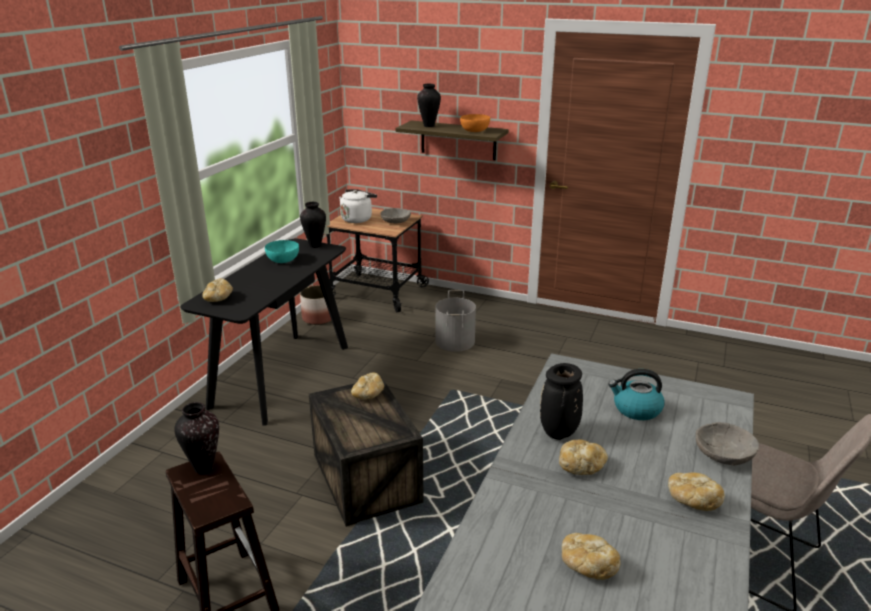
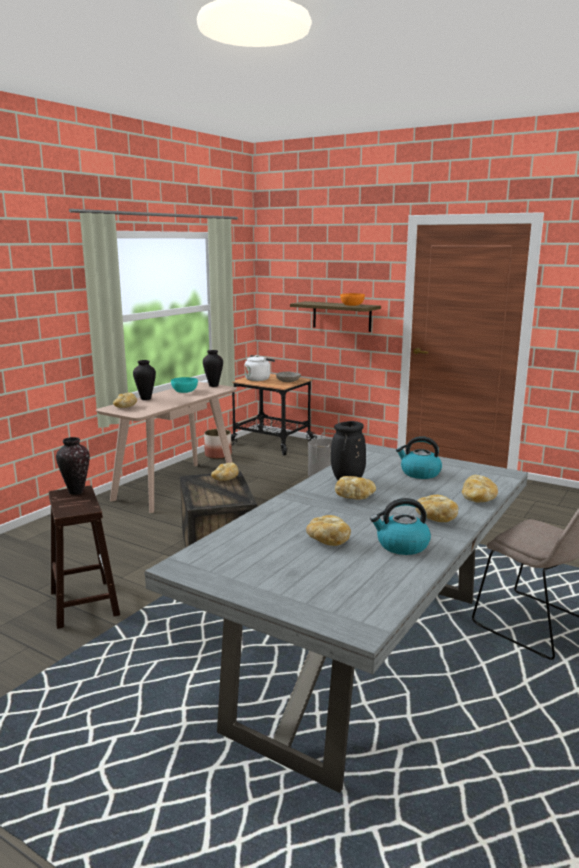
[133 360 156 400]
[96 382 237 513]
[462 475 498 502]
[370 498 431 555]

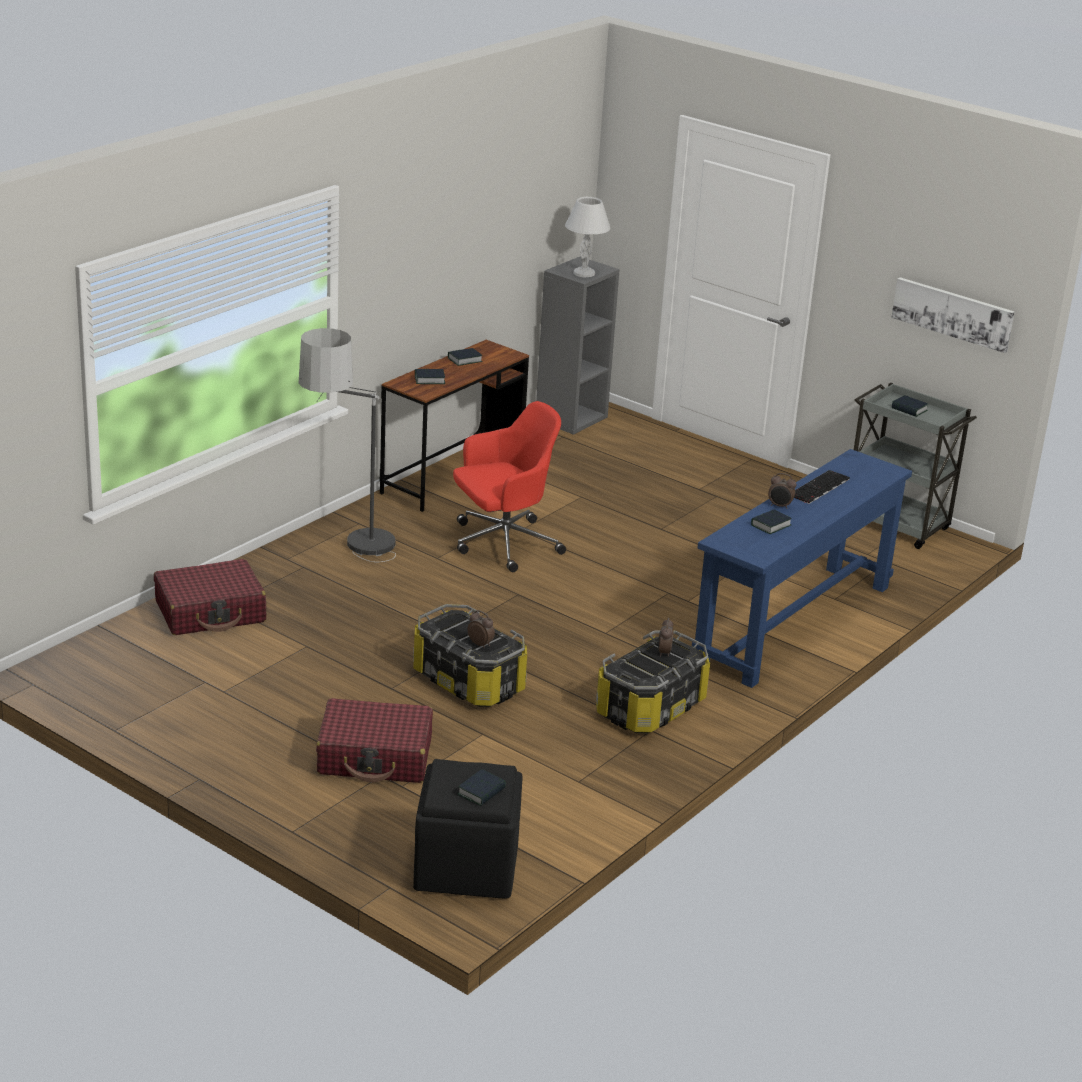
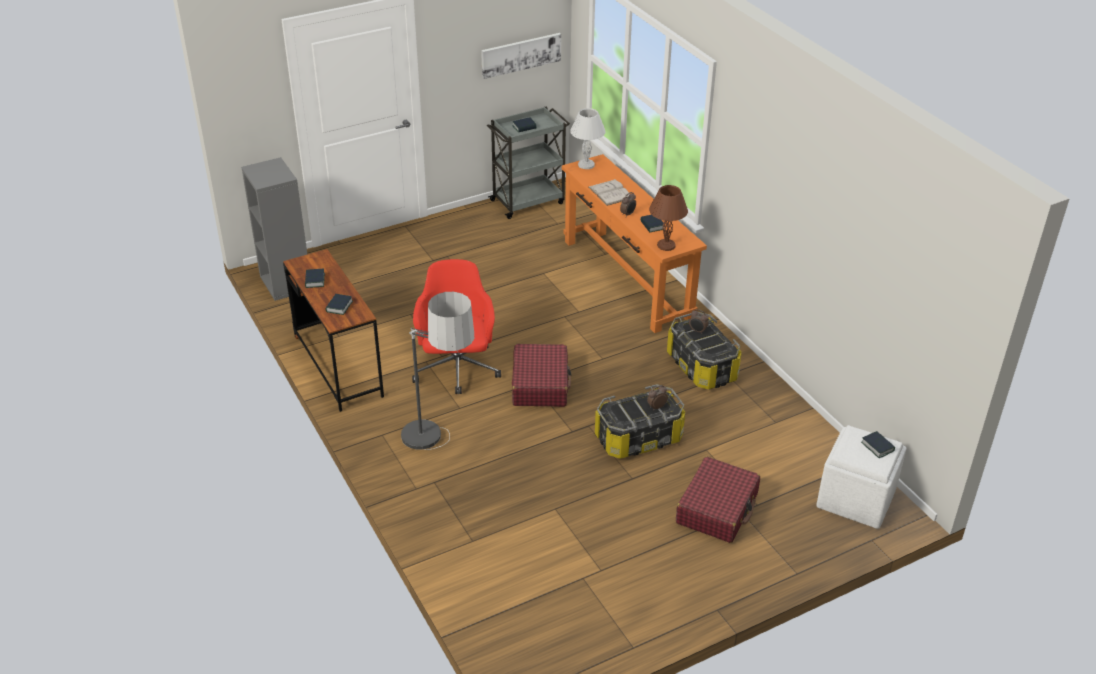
[570 108 605 169]
[562 154 707 333]
[588 179 630 206]
[512 344 571 407]
[816 425 907 529]
[649 185 688 251]

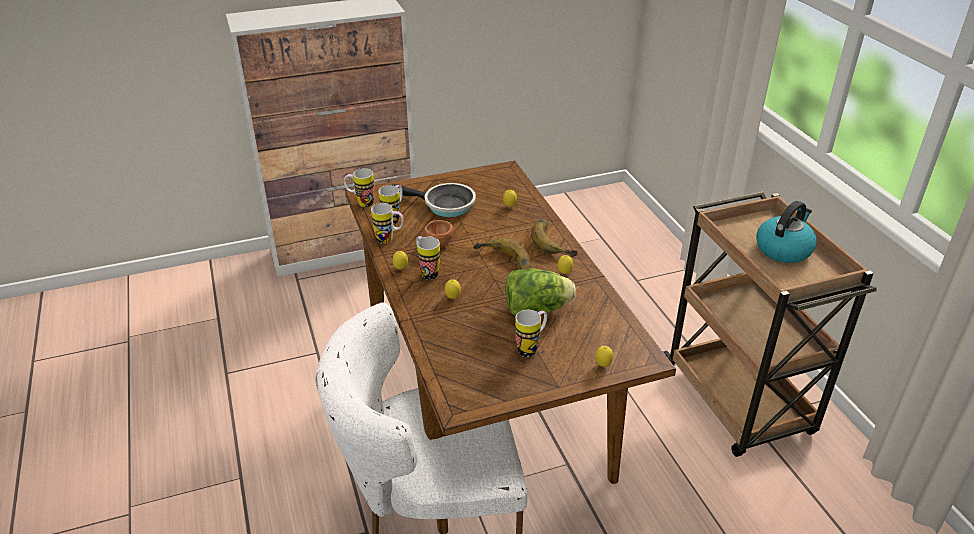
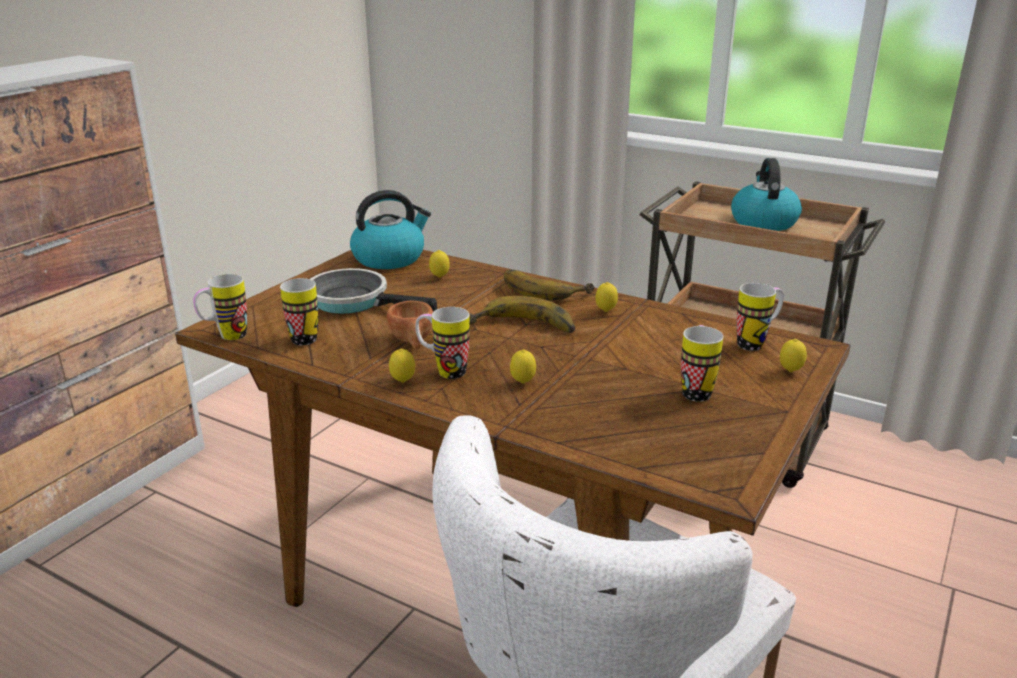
[310 268 437 314]
[737 283 784 351]
[506 269 576 316] (first image)
[350 190 431 269]

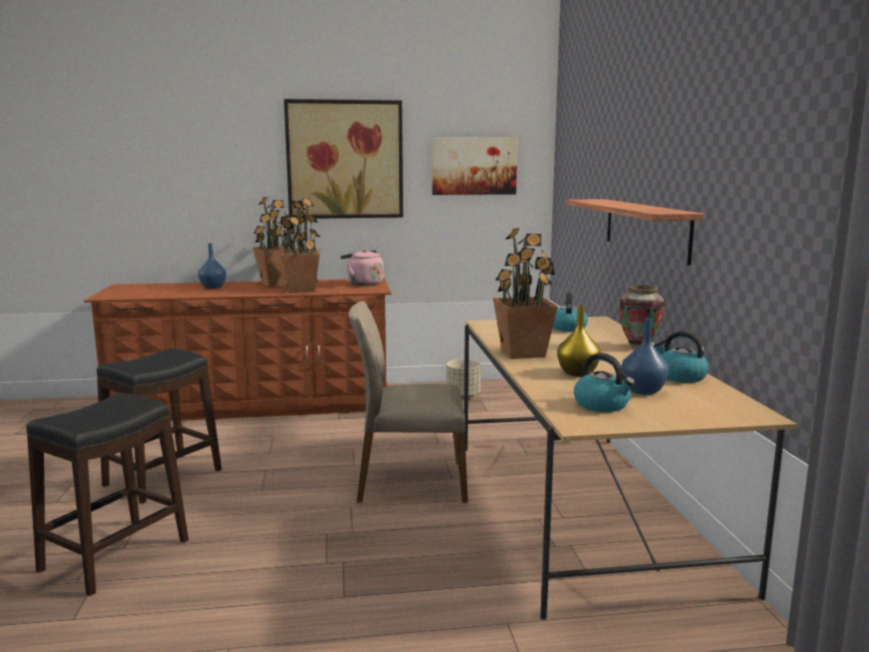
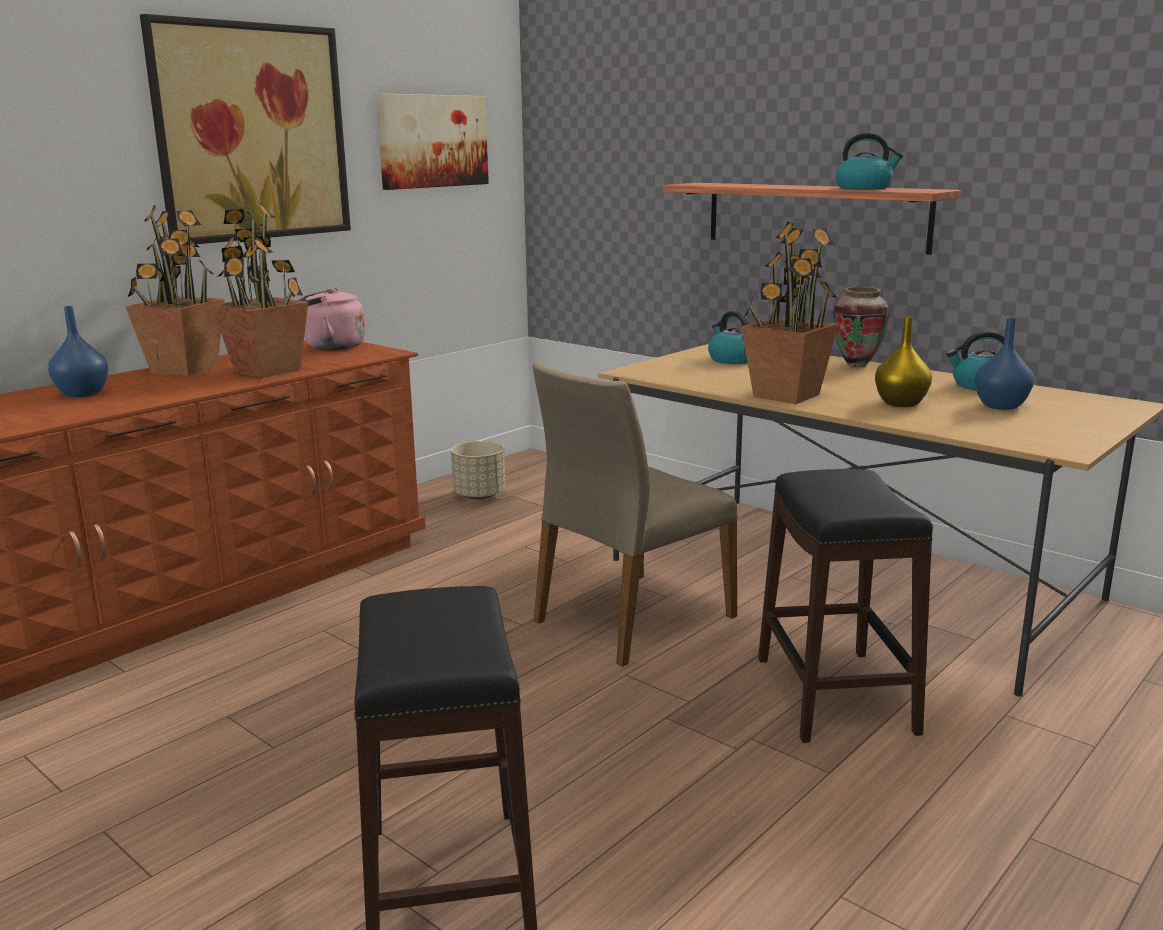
[758 469 933 743]
[836 133 903 190]

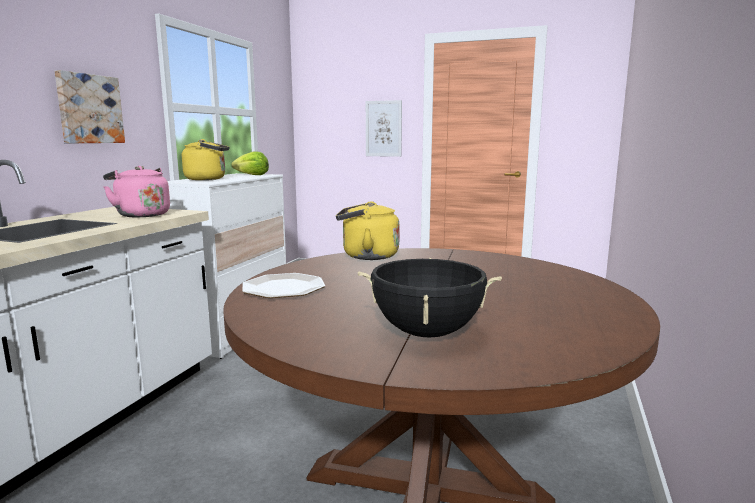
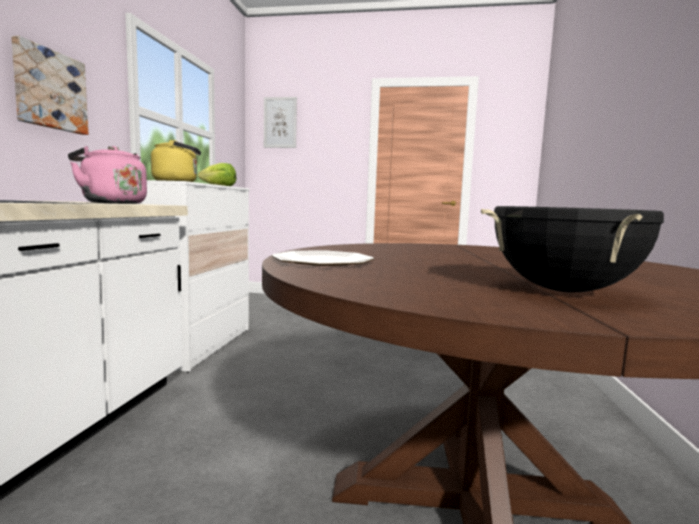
[264 97 297 148]
[336 201 400 260] (first image)

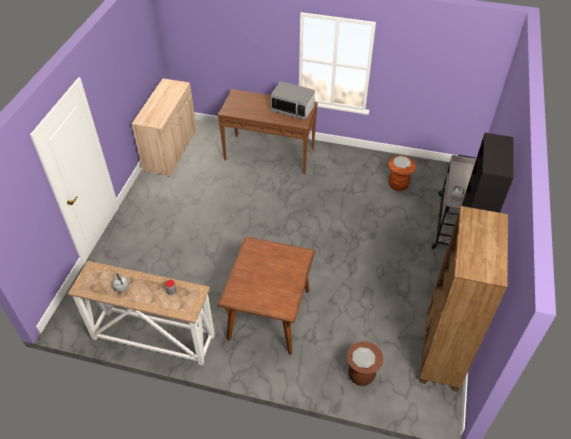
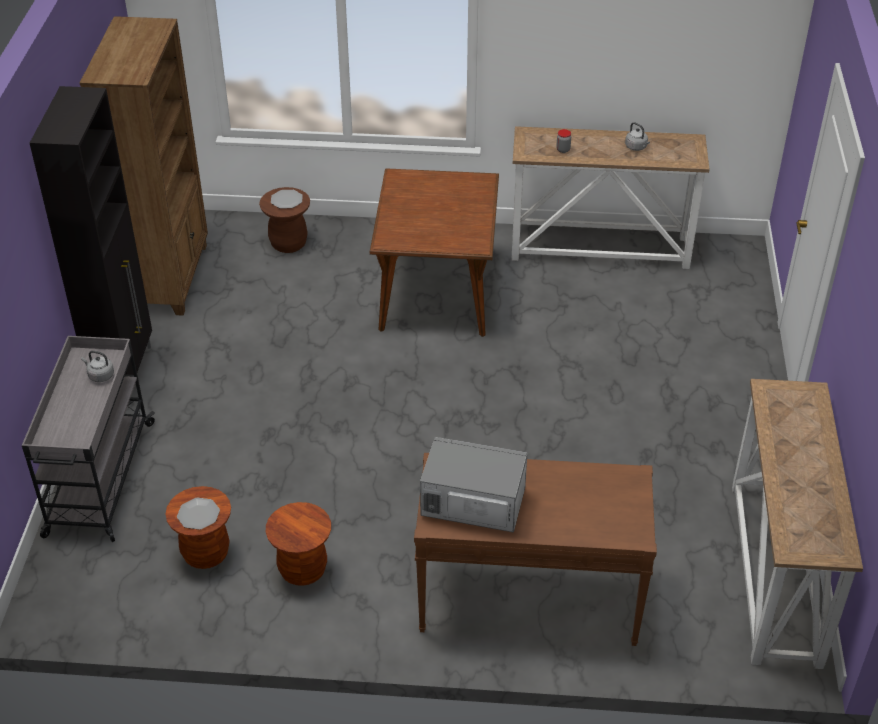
[732 379 863 669]
[266 502 331 586]

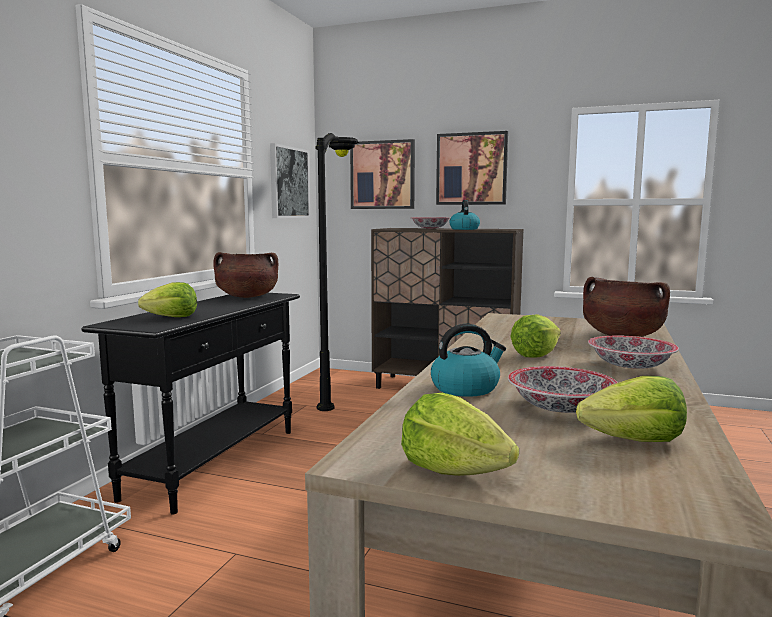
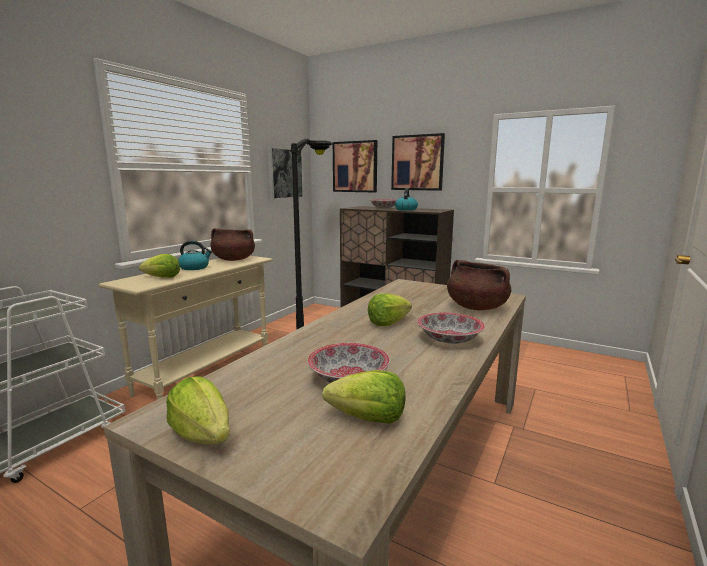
[98 256 273 400]
[178 241 212 270]

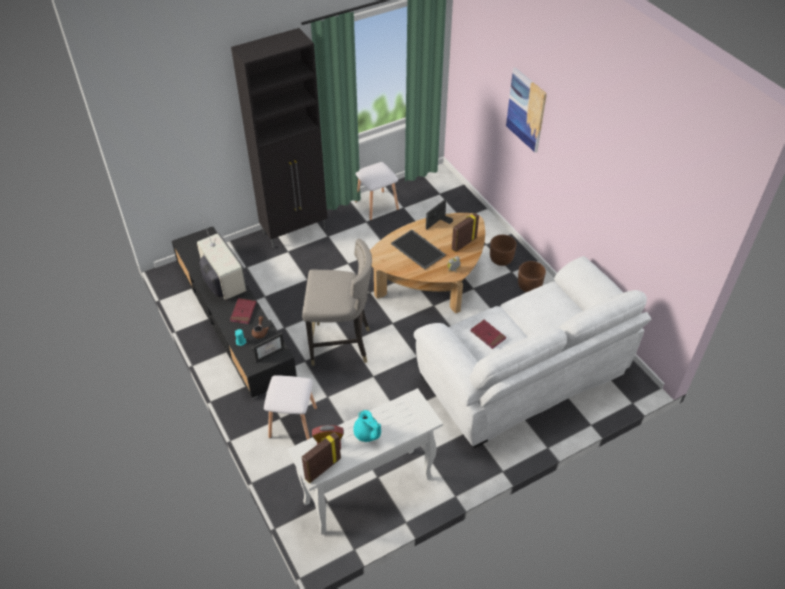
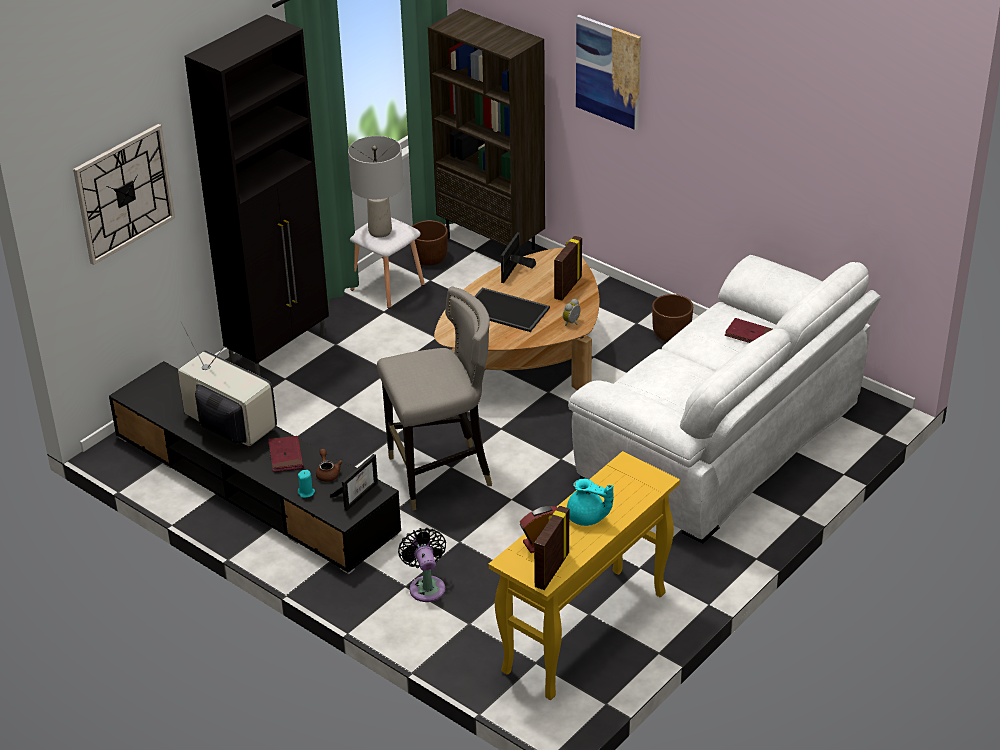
[410 220 448 266]
[725 318 772 343]
[398 528 446 602]
[489 451 680 700]
[428 8 545 250]
[73 124 175 265]
[348 136 403 238]

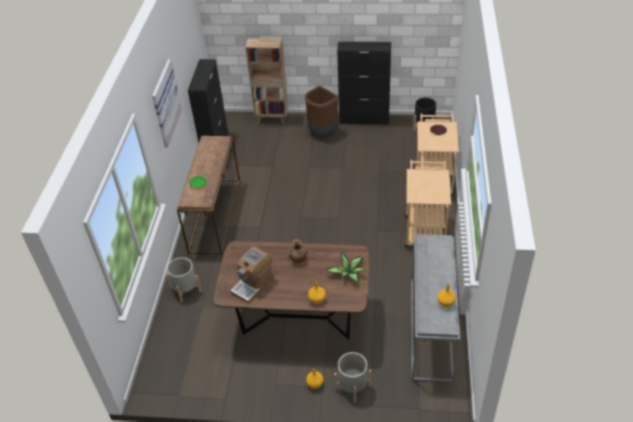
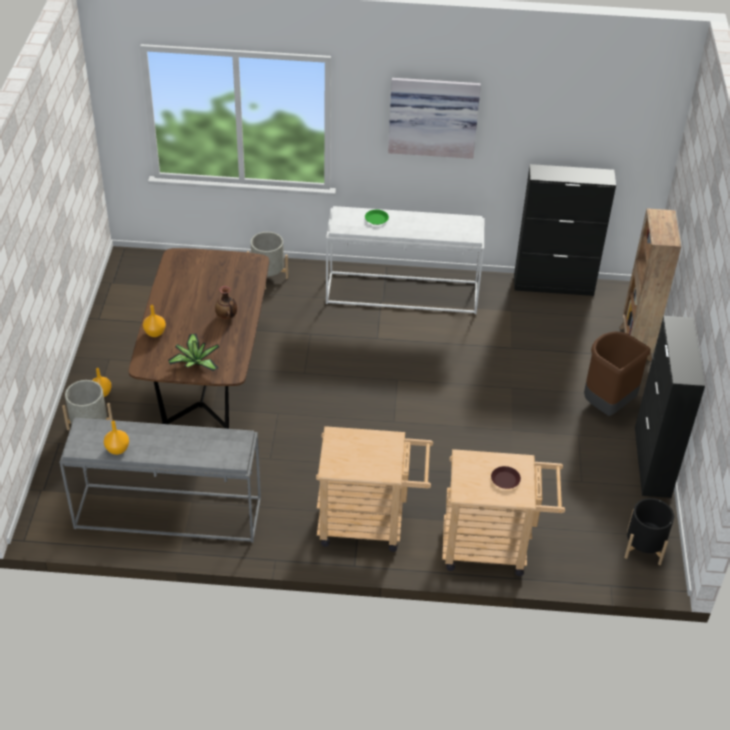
[326 206 484 314]
[230 247 274 304] (first image)

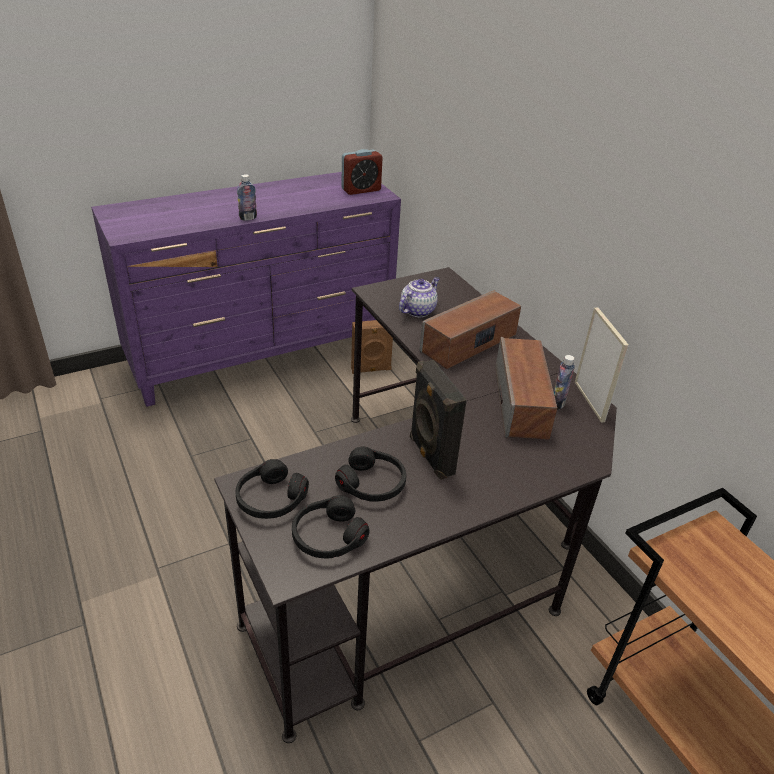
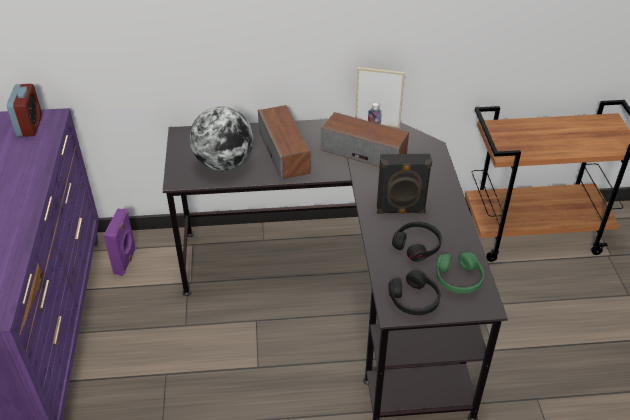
[237 174 257 221] (first image)
[189 106 254 171]
[103 208 137 276]
[436 252 484 293]

